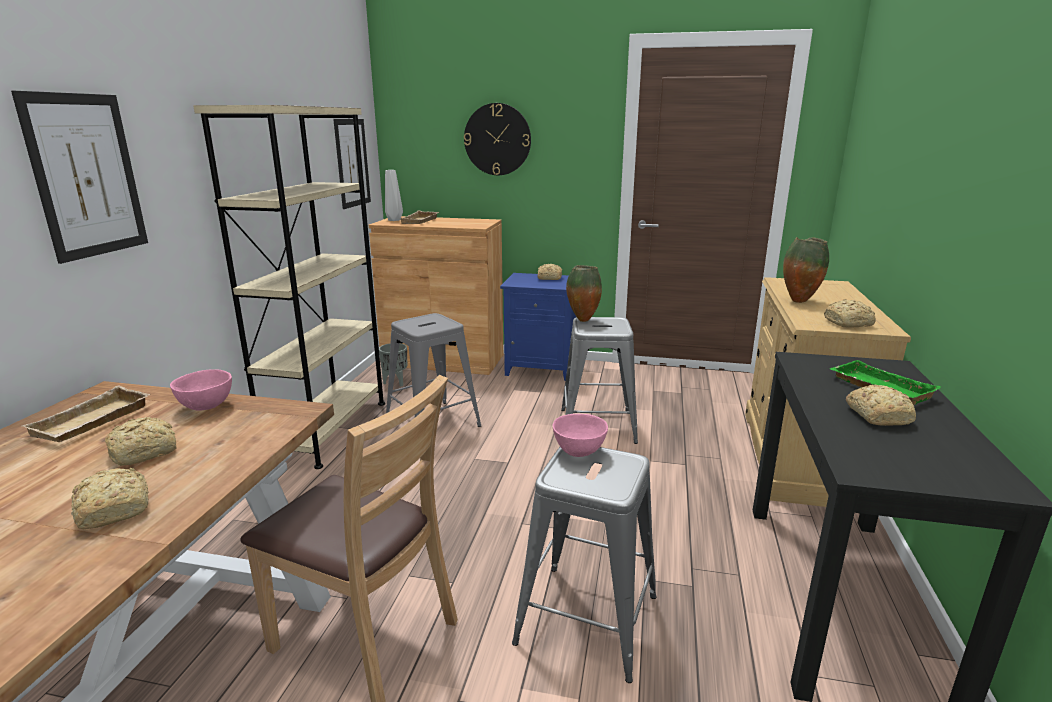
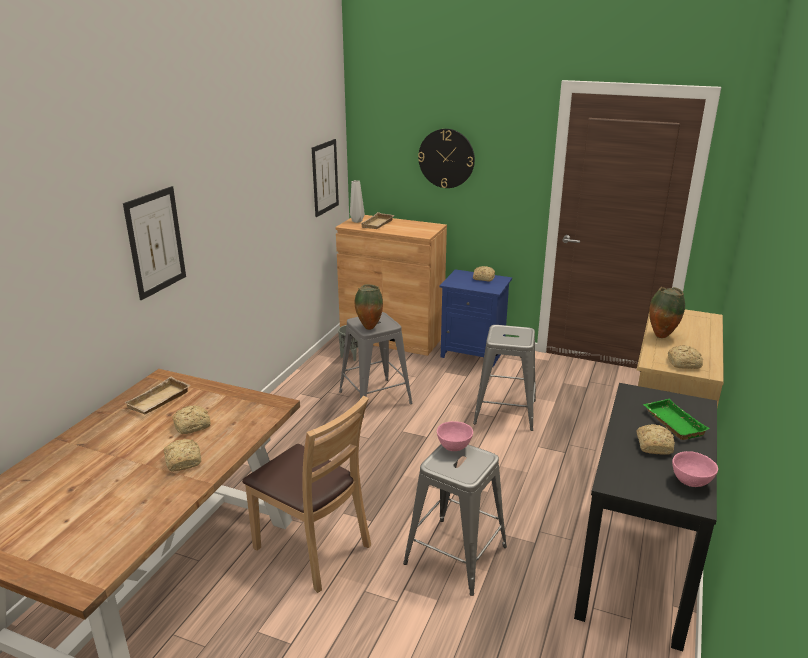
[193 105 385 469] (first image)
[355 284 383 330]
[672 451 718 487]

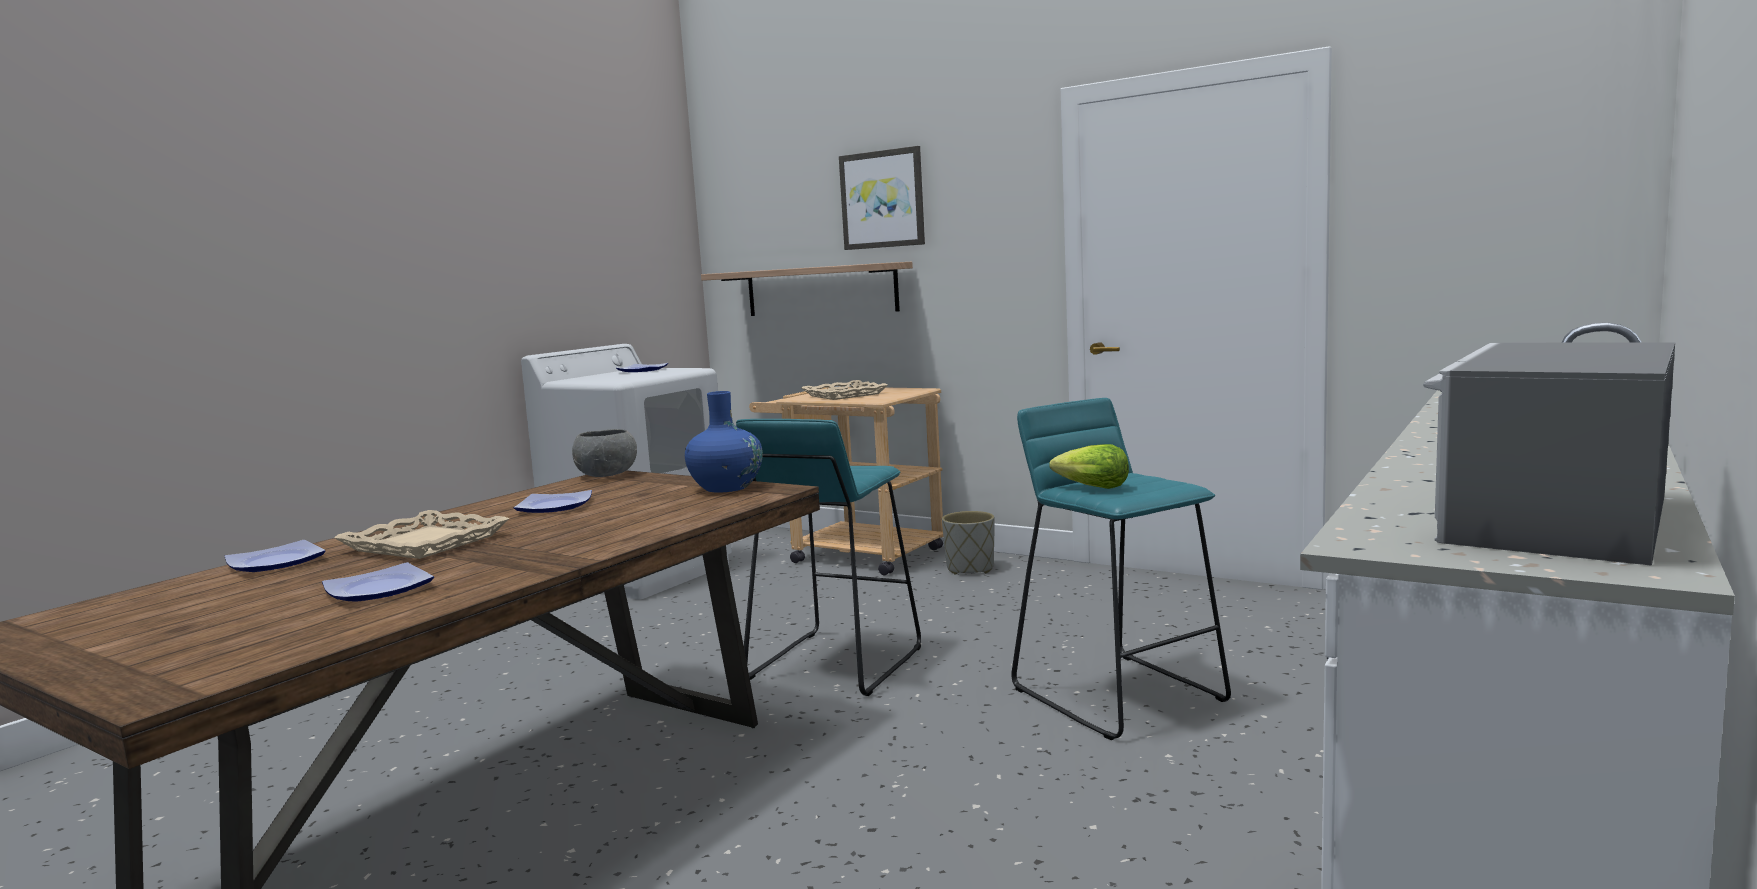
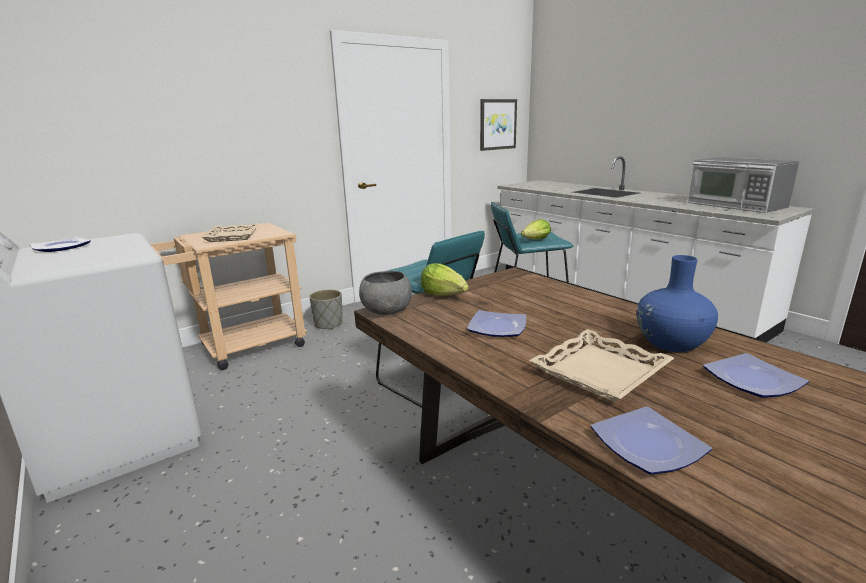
[480 99 517 151]
[701 262 913 316] (first image)
[637 255 718 352]
[421 263 469 296]

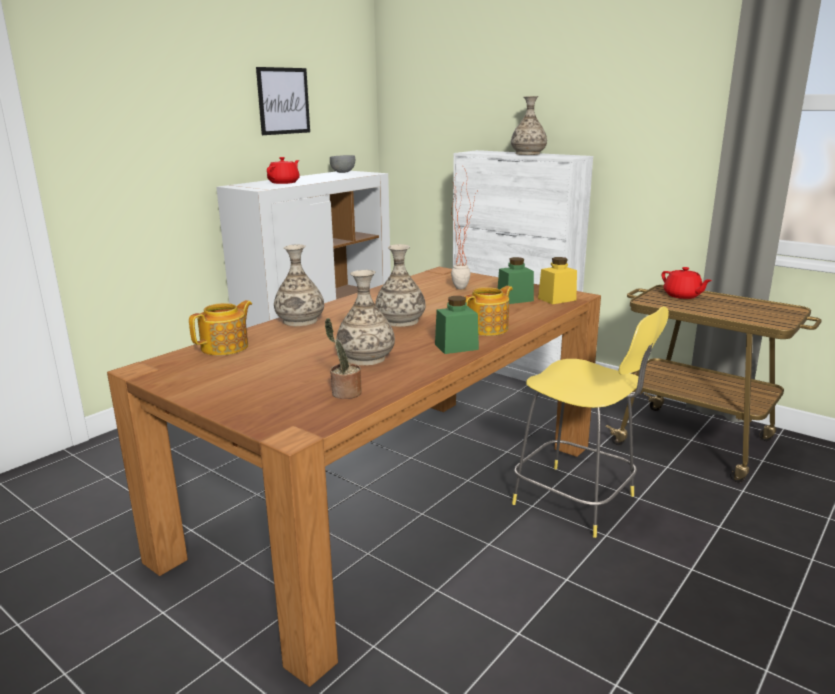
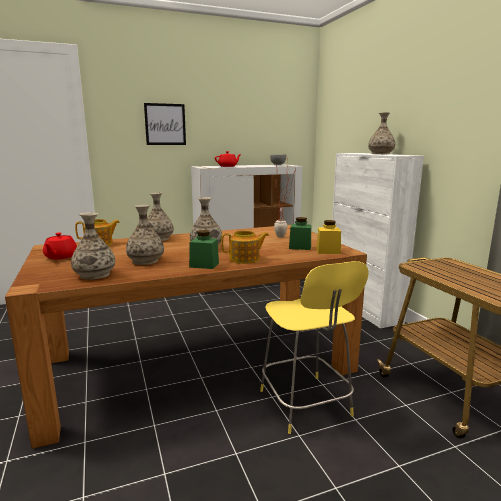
[144 103 186 145]
[43 233 77 260]
[71 212 115 280]

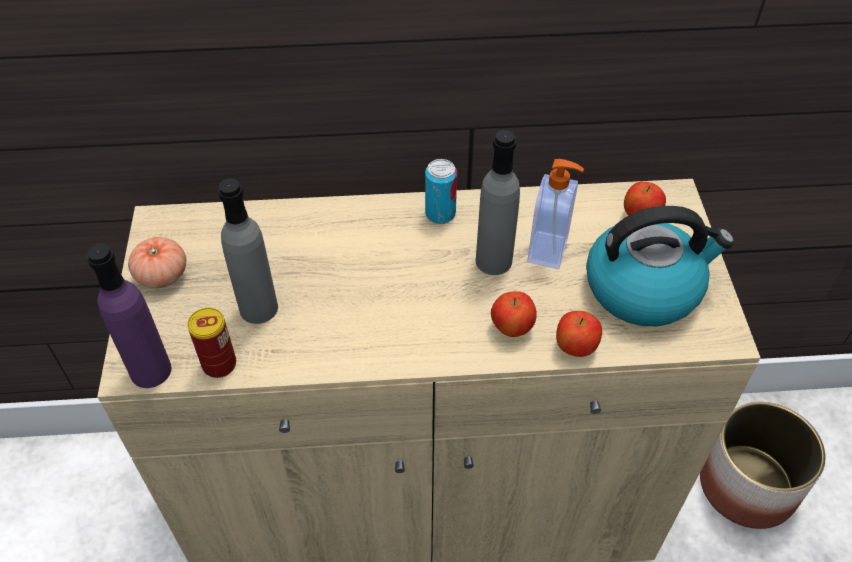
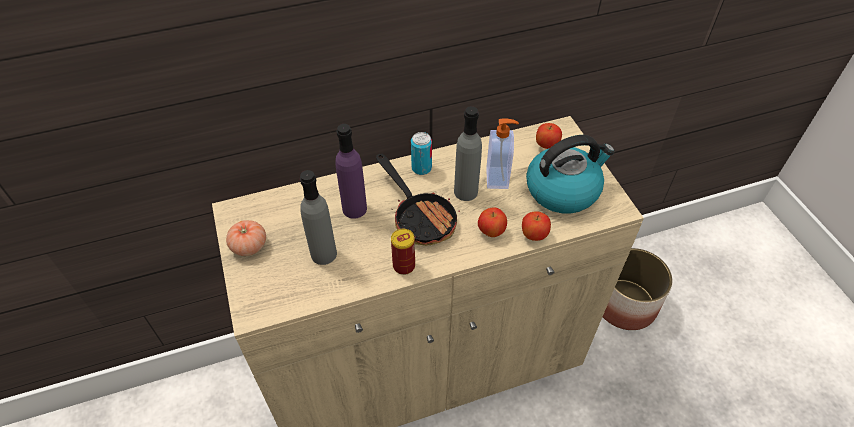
[335 124 367 219]
[391 229 415 275]
[376 154 460 246]

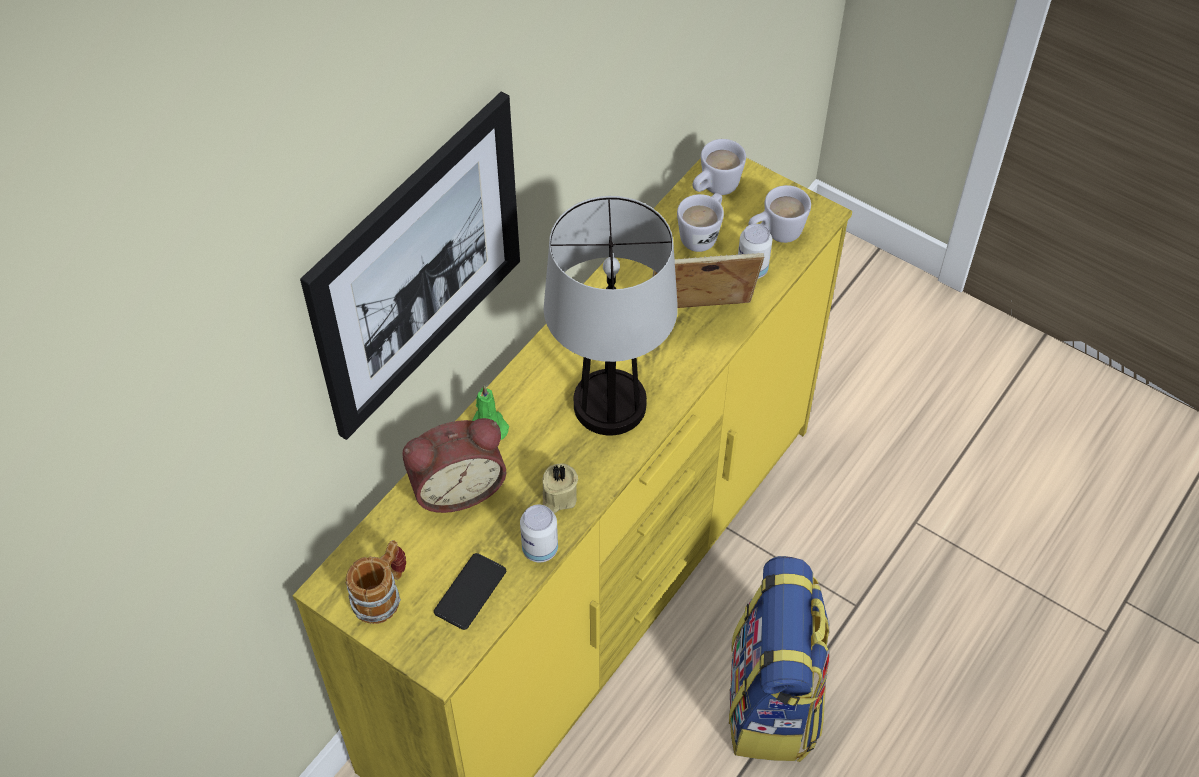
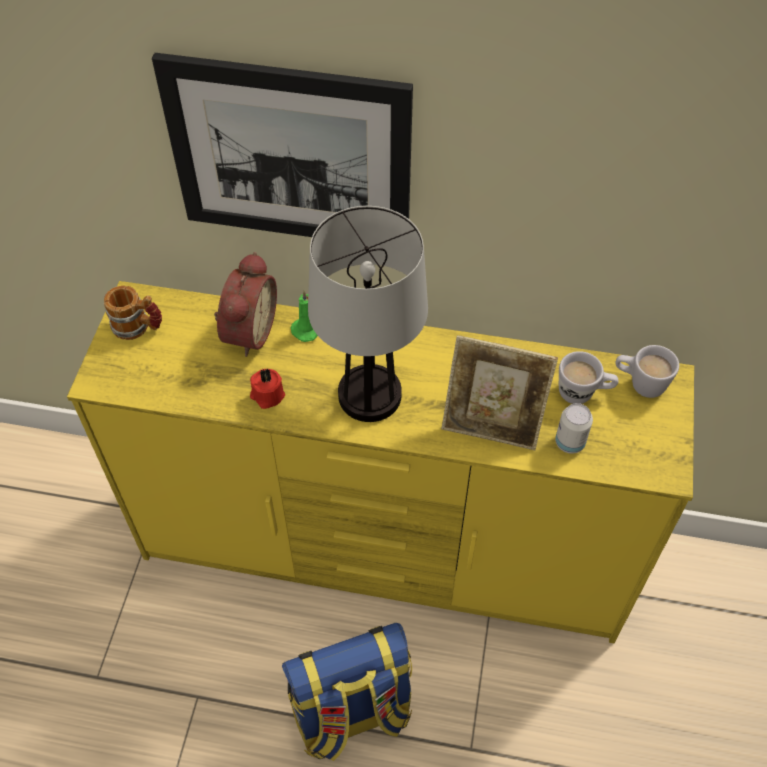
[749 185 811 243] (first image)
[441 335 558 450]
[214 252 277 357]
[250 368 285 409]
[520 504 558 562] (first image)
[434 553 506 630] (first image)

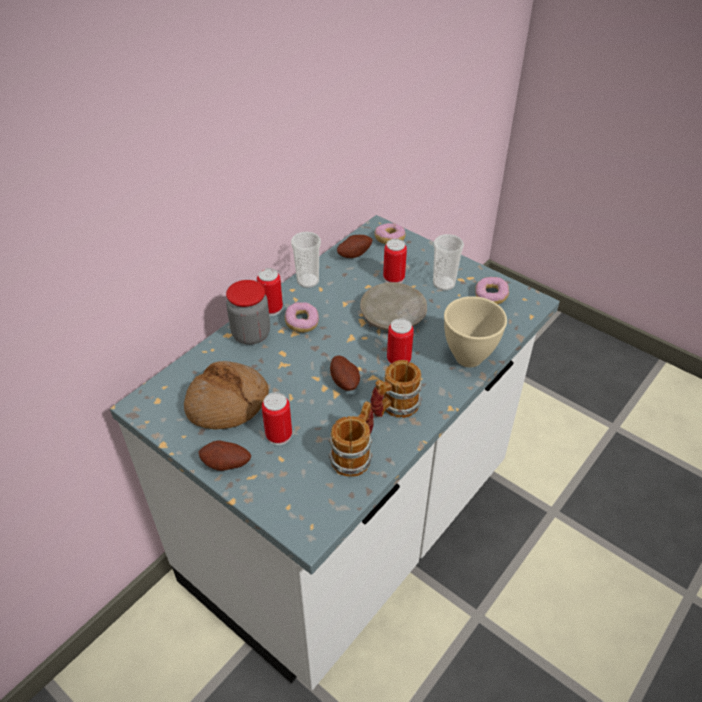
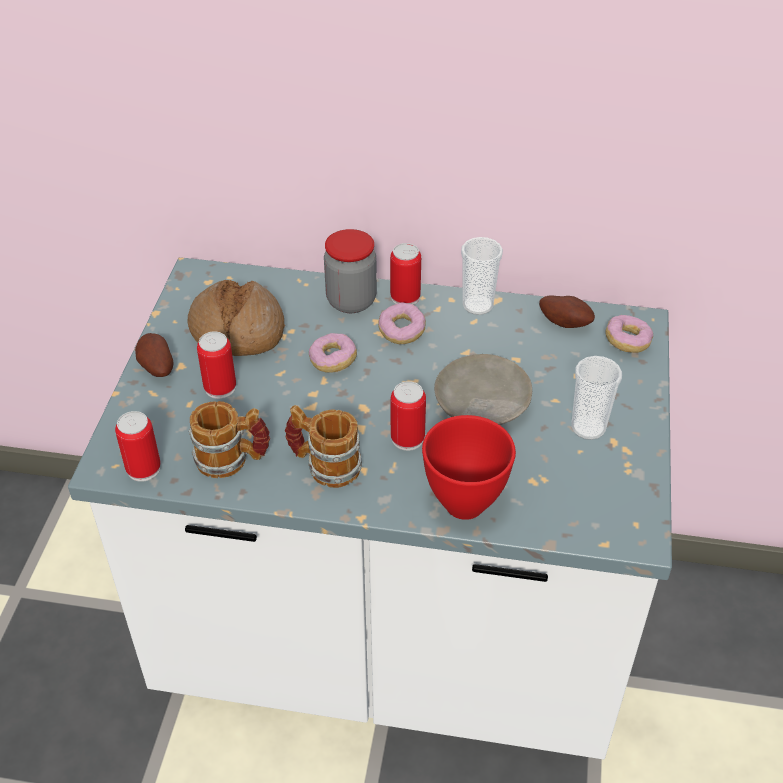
[115 411 161 482]
[309 333 357 373]
[422 415 516 520]
[330 355 360 391] (first image)

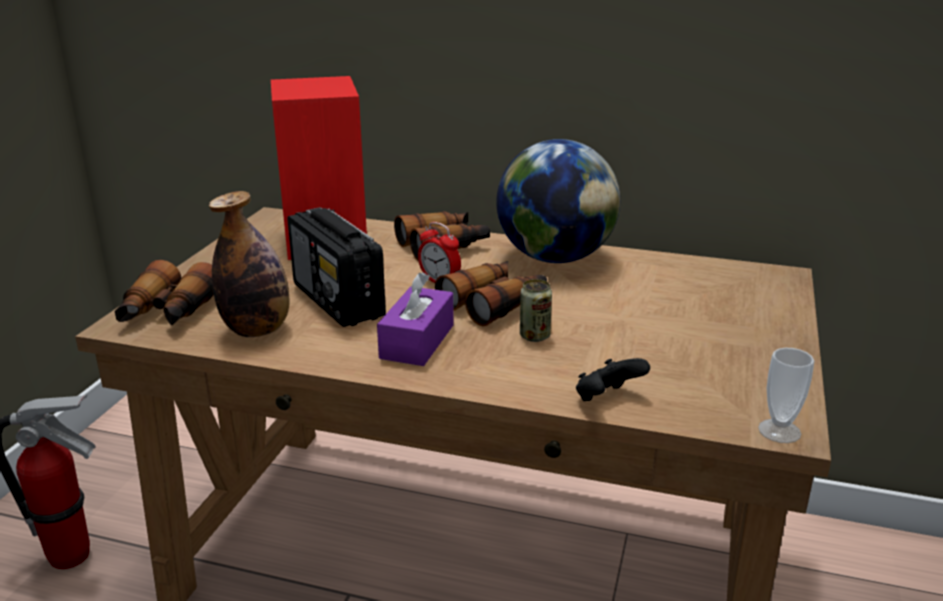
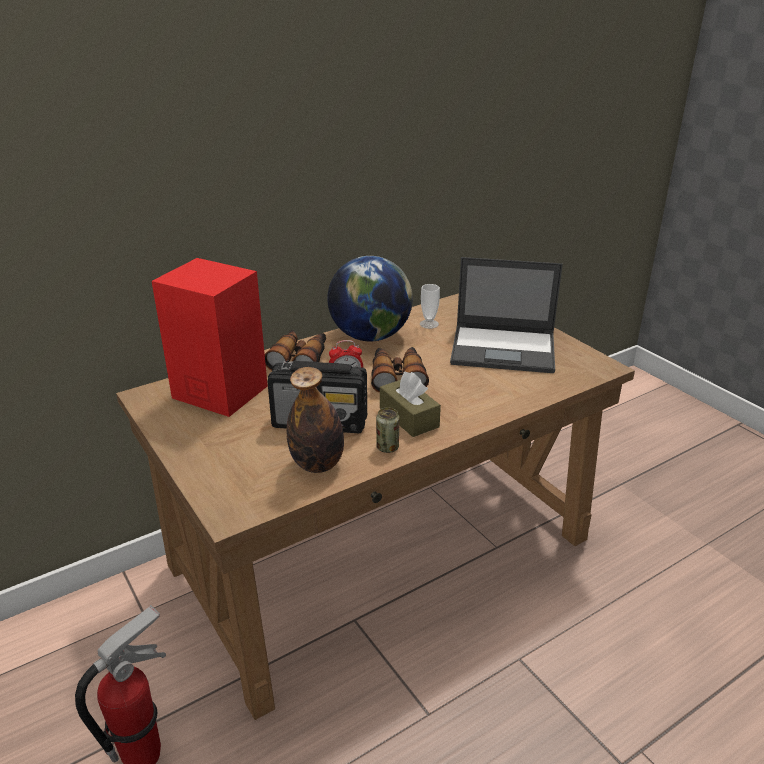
[115 260 214 325] (first image)
[380 372 441 437]
[376 408 399 453]
[420 284 440 329]
[576 358 650 401] (first image)
[450 257 563 373]

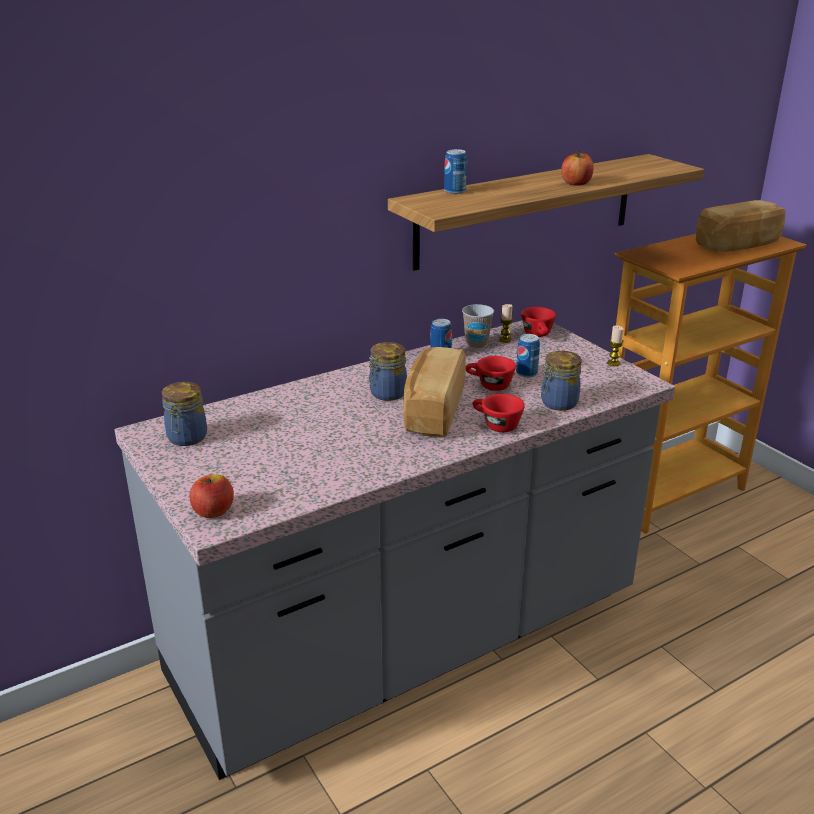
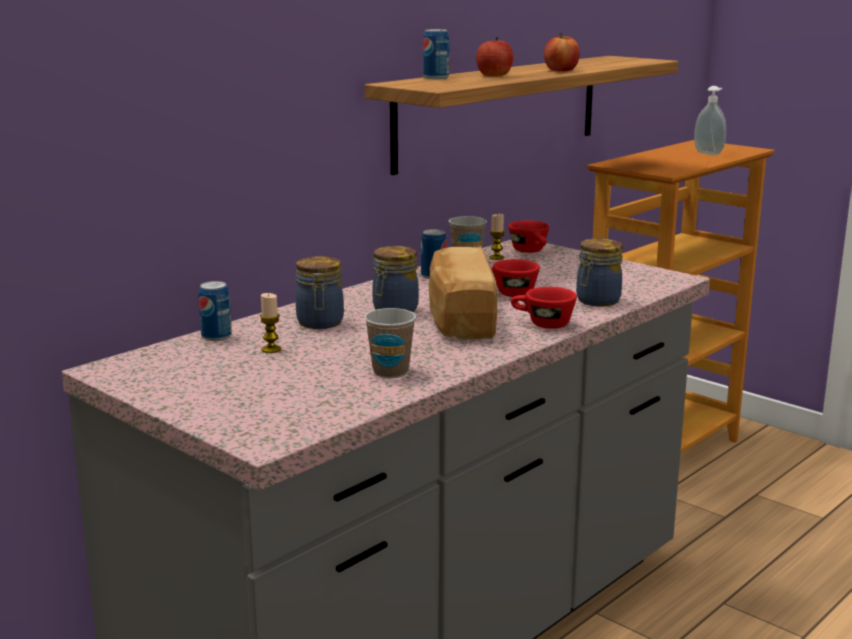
[694 86 726 155]
[260 293 281 353]
[199 281 232 341]
[296 256 344 329]
[477 37 513 76]
[364 308 416 378]

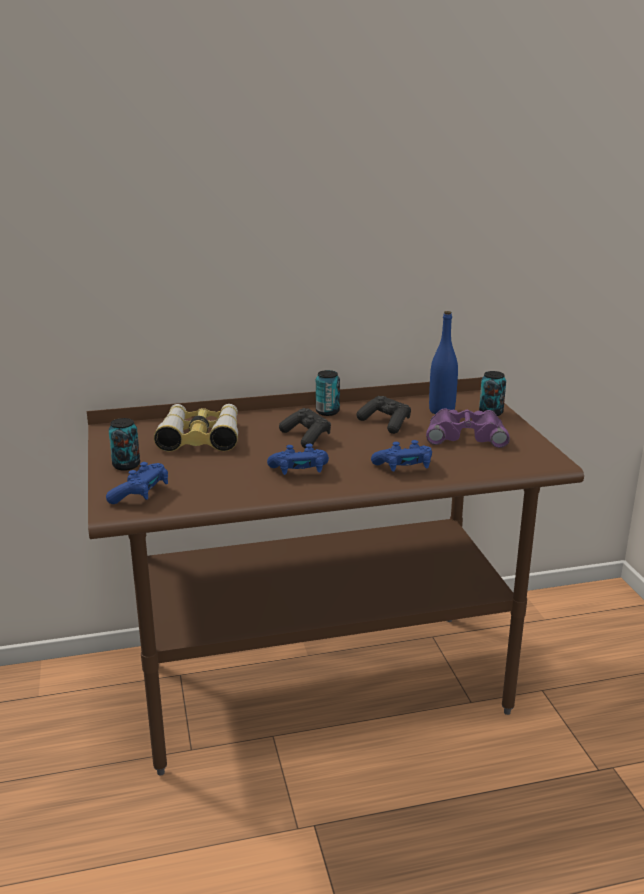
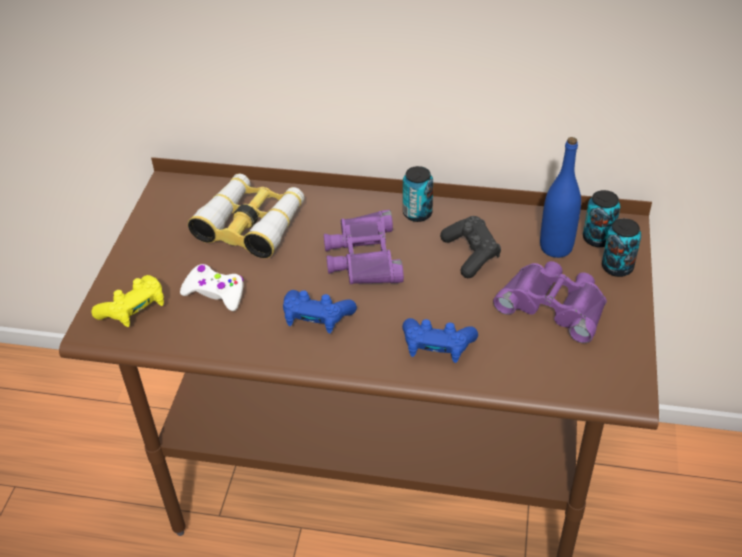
[324 210 404 284]
[583 190 620 247]
[92 275 164 327]
[180 264 244 311]

